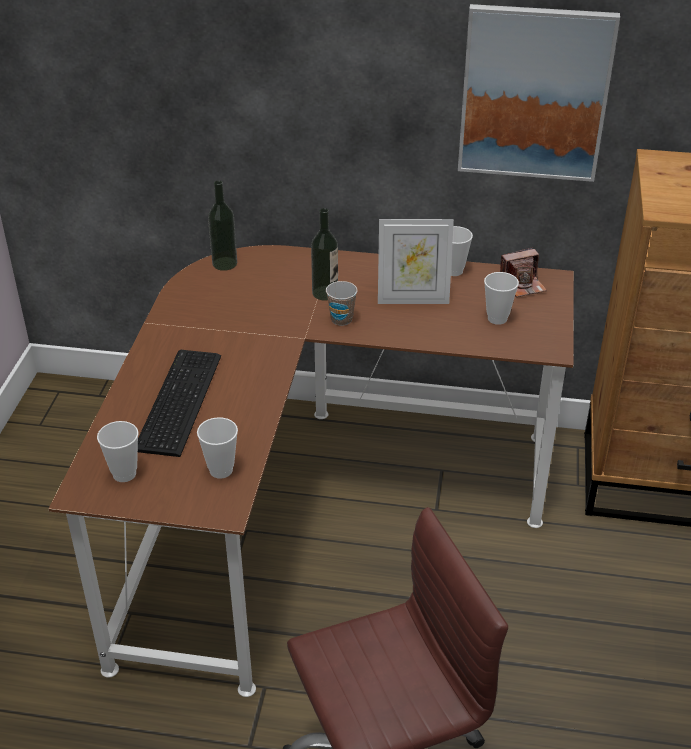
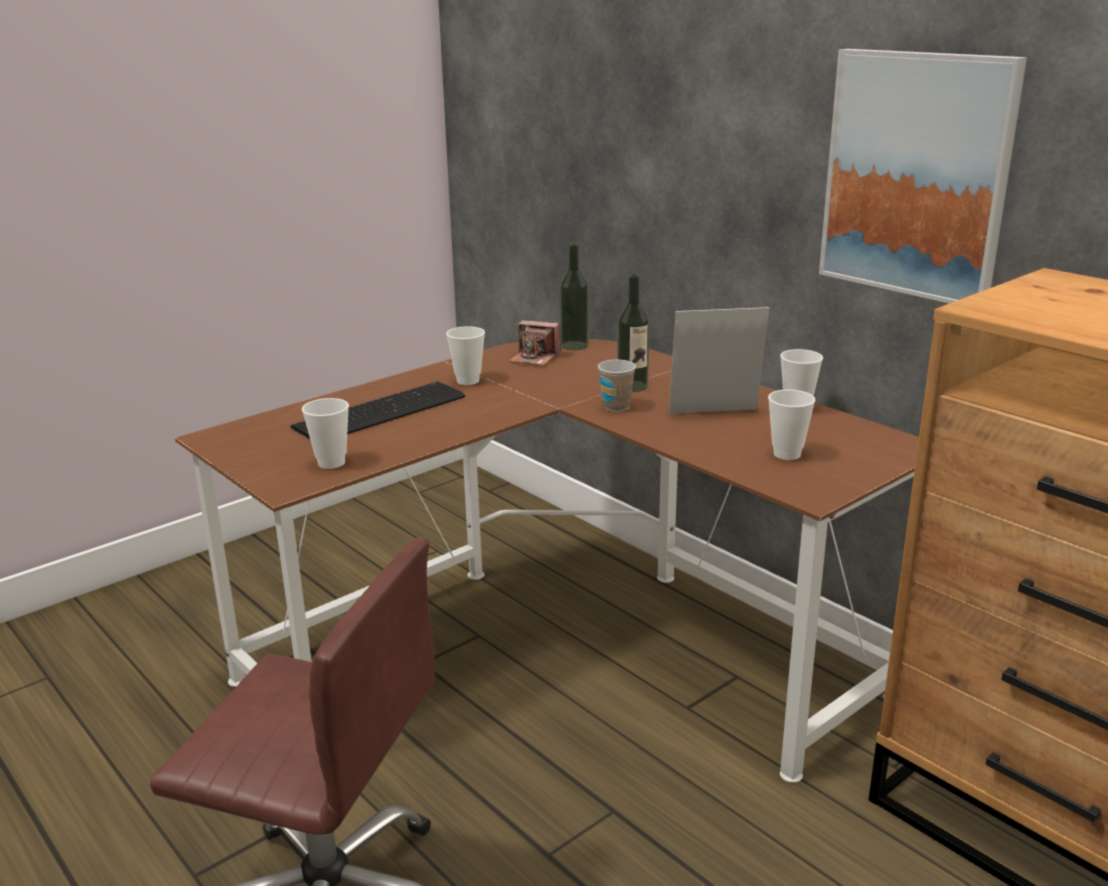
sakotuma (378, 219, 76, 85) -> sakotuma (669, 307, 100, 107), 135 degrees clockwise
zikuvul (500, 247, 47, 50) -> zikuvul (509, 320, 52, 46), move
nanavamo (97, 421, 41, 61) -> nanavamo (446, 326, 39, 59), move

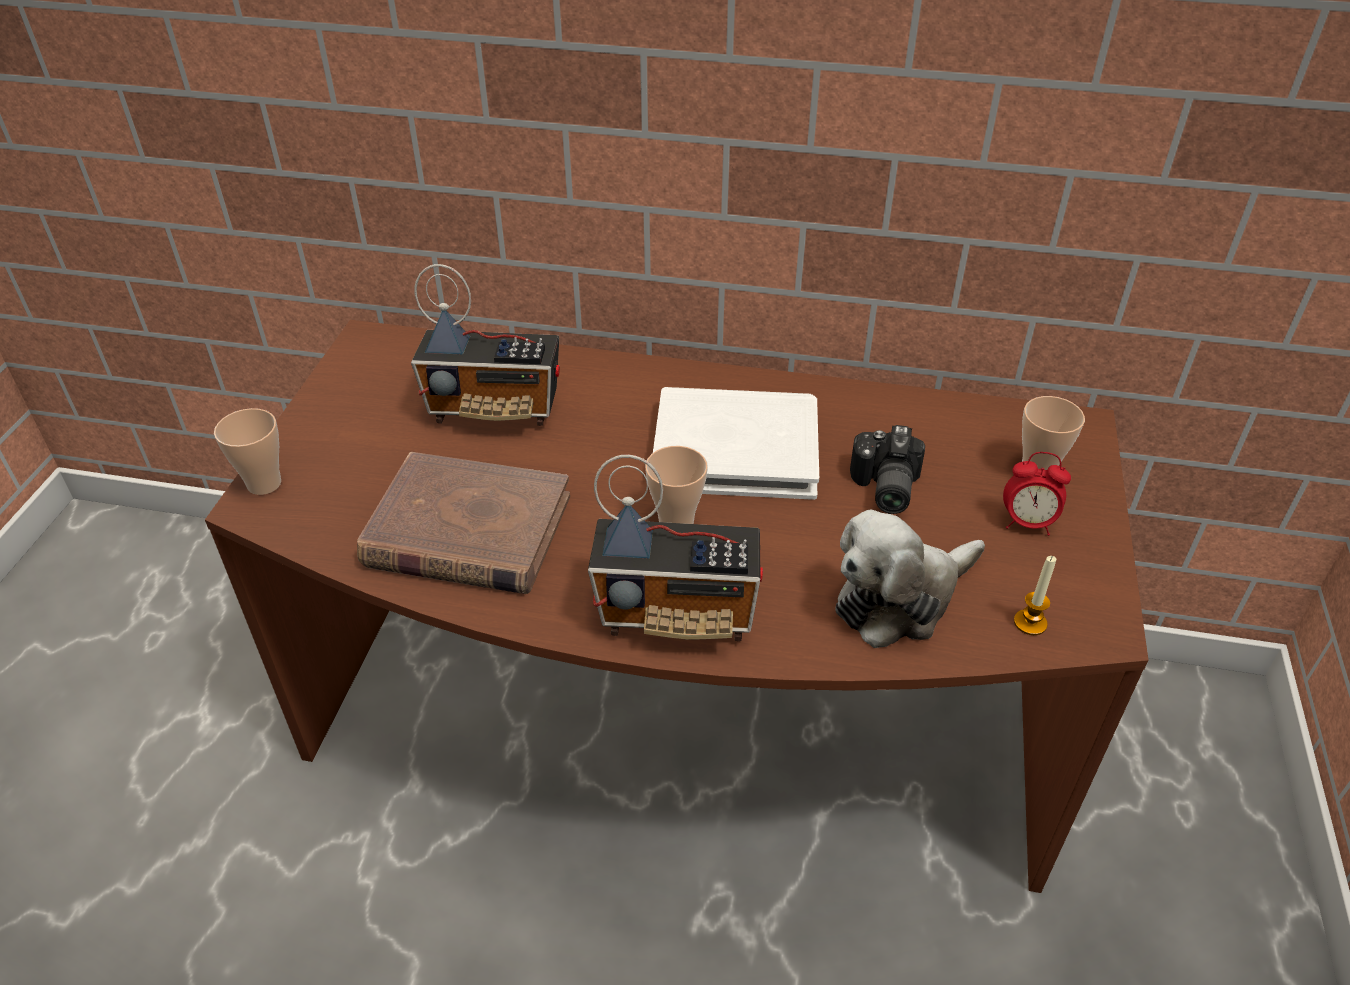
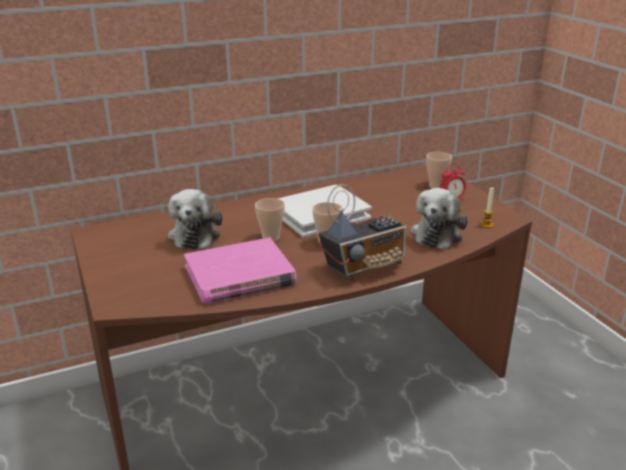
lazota (411, 264, 149, 162) -> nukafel (168, 189, 54, 60)
nanavamo (214, 408, 67, 87) -> nanavamo (255, 198, 30, 44), move
zikuvul (850, 425, 75, 89) -> none
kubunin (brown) (357, 452, 213, 142) -> kubunin (pink) (184, 237, 113, 67)

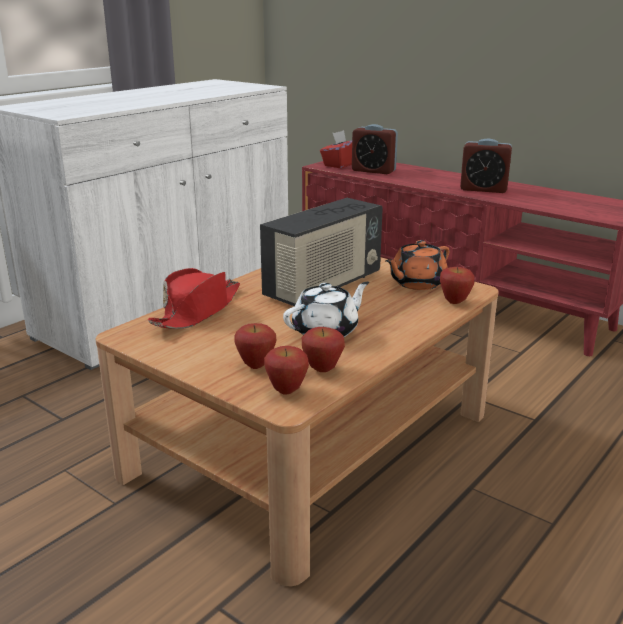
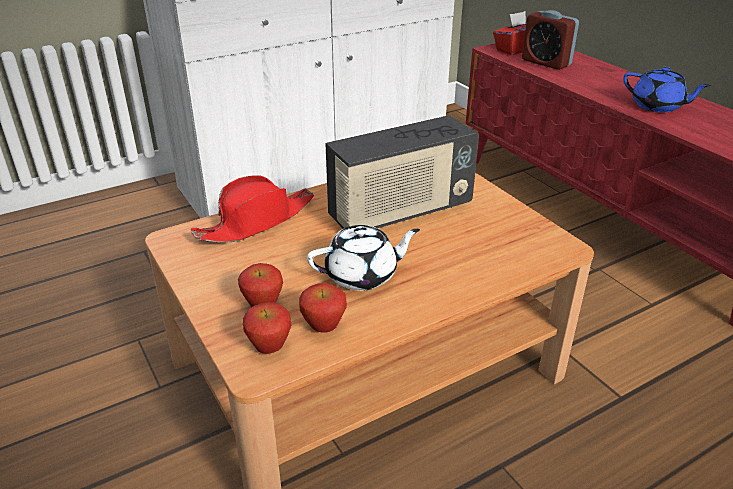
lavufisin (460, 139, 52, 54) -> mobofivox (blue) (623, 67, 88, 45)
mobofivox (orange) (385, 240, 65, 50) -> none
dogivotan (440, 267, 34, 37) -> none

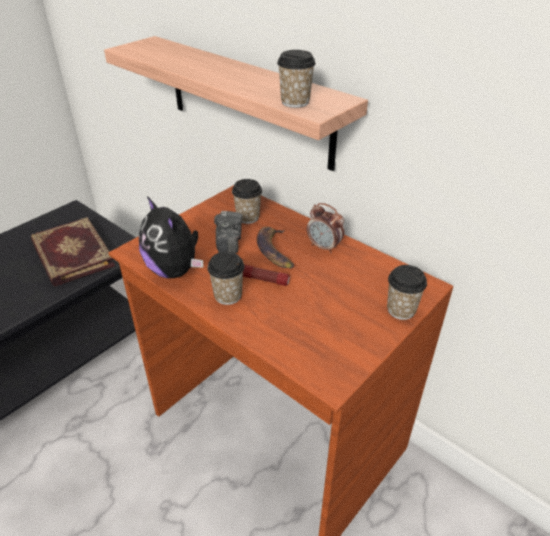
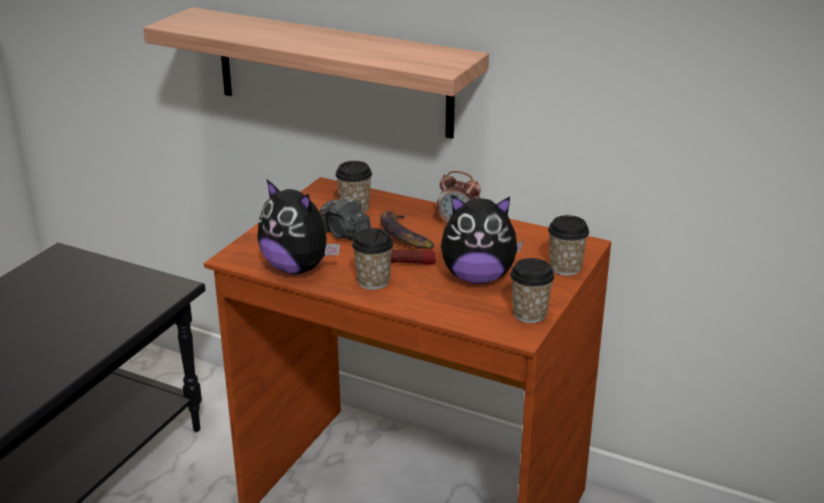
nanavamo (277, 50, 38, 58) -> nanavamo (510, 258, 44, 65), move
zikuvul (214, 211, 28, 42) -> zikuvul (319, 197, 52, 44), 150 degrees clockwise
kubunin (31, 217, 84, 69) -> none
none -> nukafel (441, 195, 82, 89)

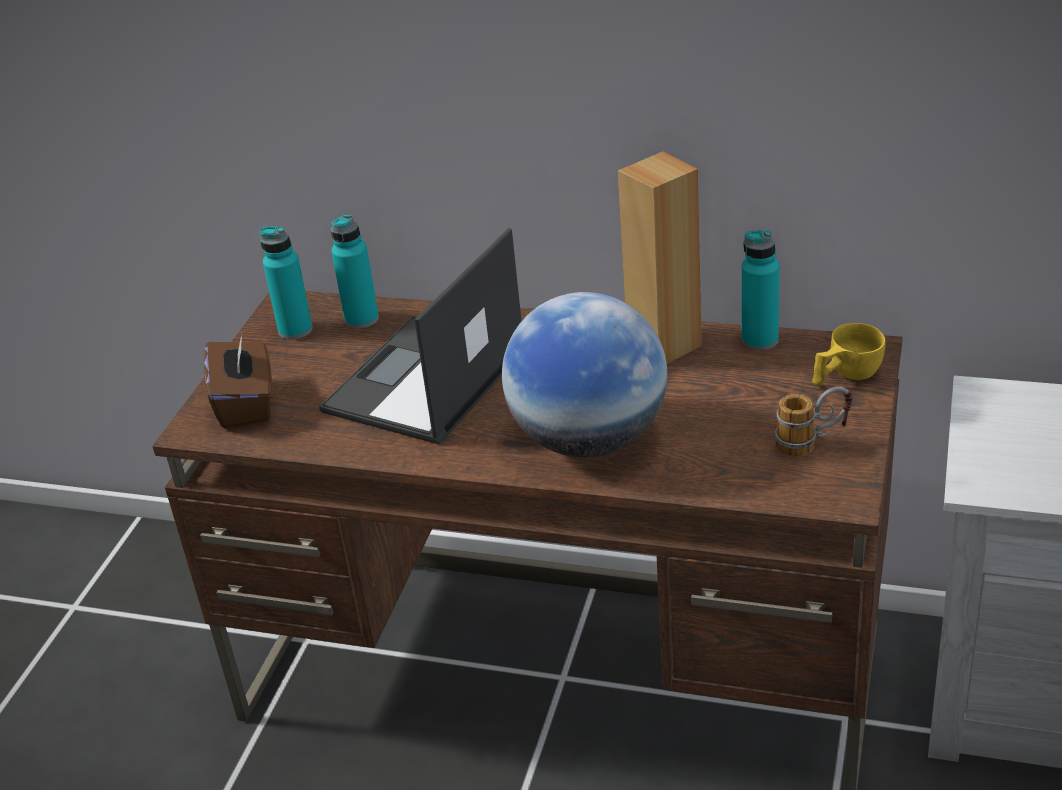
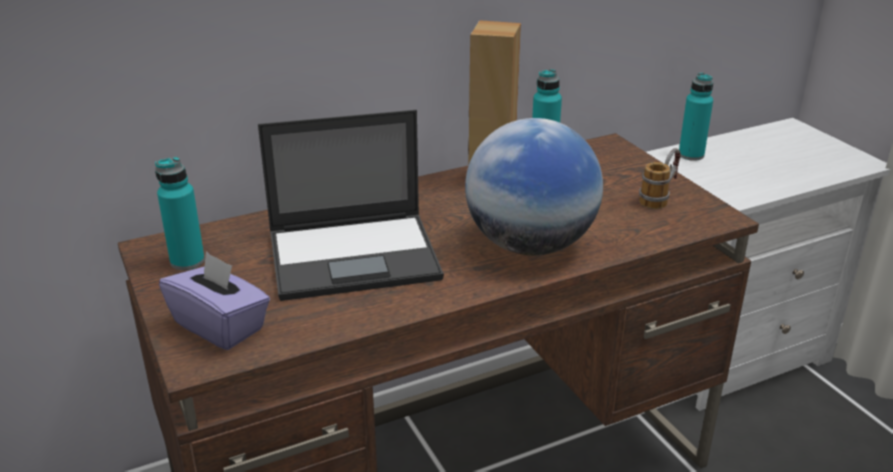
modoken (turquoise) (331, 214, 48, 115) -> modoken (turquoise) (679, 73, 34, 88), move
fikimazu (319, 228, 202, 217) -> fikimazu (258, 110, 186, 191), 90 degrees counterclockwise
nanavamo (yellow) (812, 323, 73, 62) -> none
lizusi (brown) (204, 330, 68, 99) -> lizusi (purple) (159, 251, 111, 99)

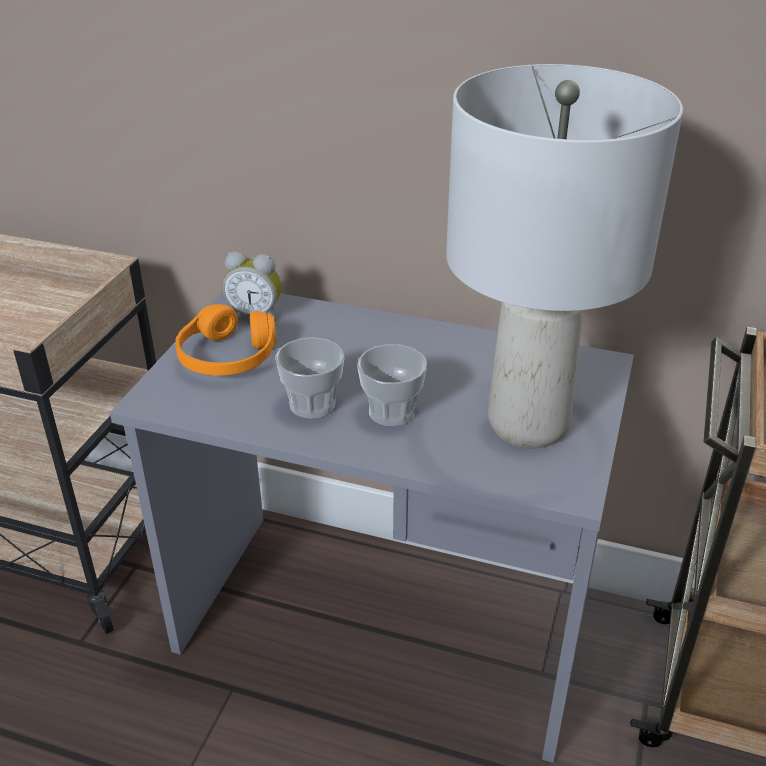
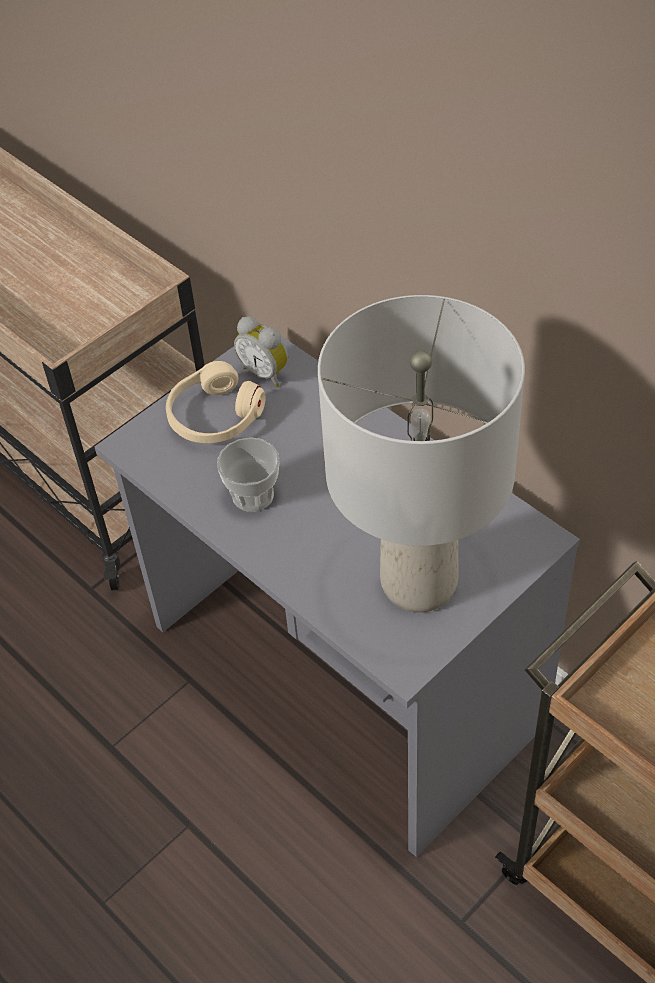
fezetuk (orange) (175, 304, 101, 71) -> fezetuk (beige) (166, 361, 100, 82)
nanavamo (357, 344, 70, 82) -> none

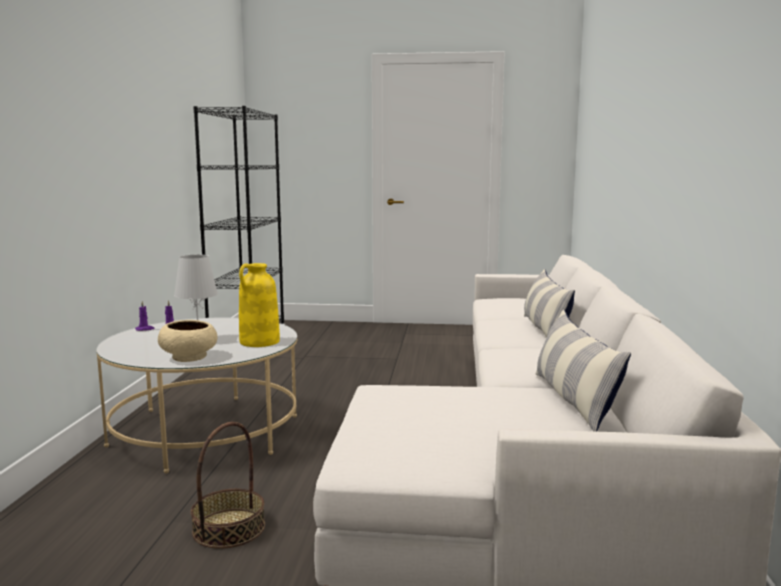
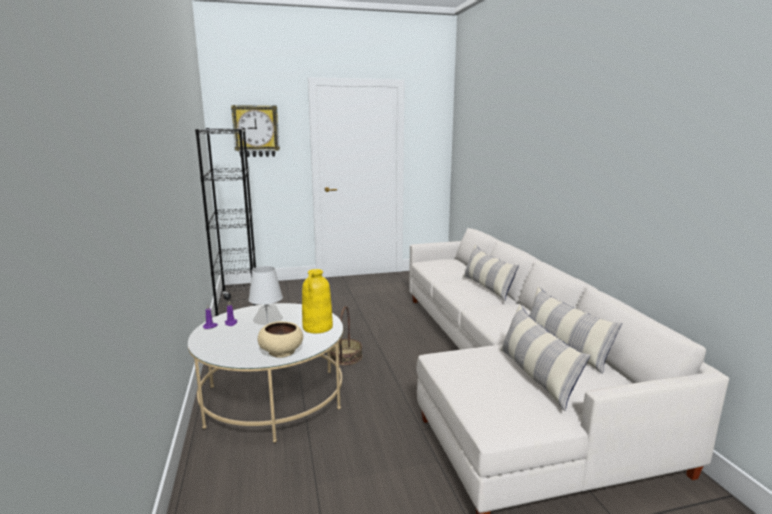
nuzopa (191, 422, 74, 127) -> nuzopa (330, 306, 32, 59), move
none -> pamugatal (231, 105, 49, 52)
none -> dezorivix (500, 304, 90, 107)

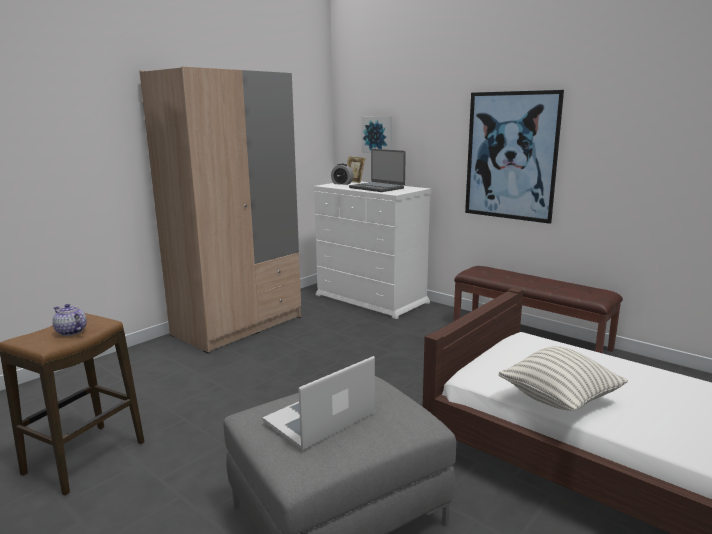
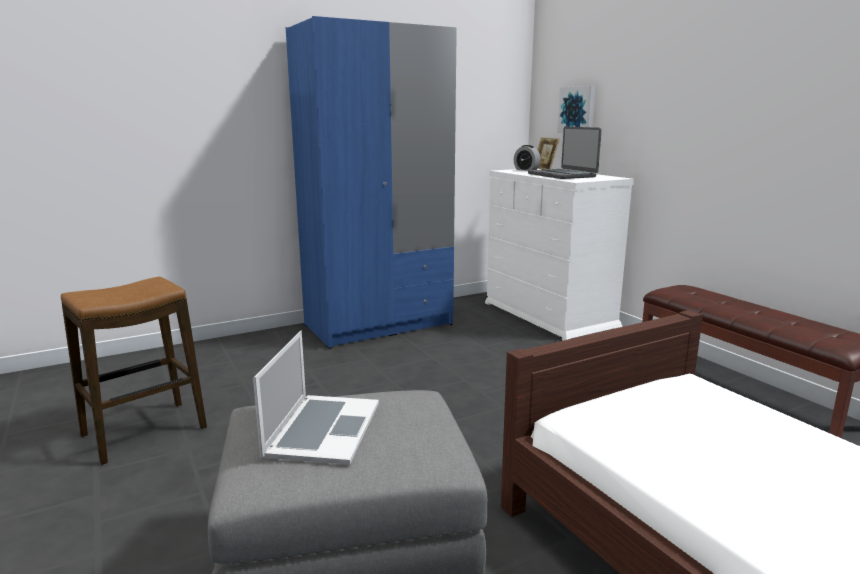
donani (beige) (139, 66, 162, 288) -> donani (blue) (286, 16, 171, 333)
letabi (465, 90, 99, 134) -> none
mobofivox (52, 304, 35, 32) -> none
dezorivix (499, 346, 129, 65) -> none
fikimazu (262, 356, 113, 94) -> fikimazu (253, 331, 126, 134), 120 degrees clockwise

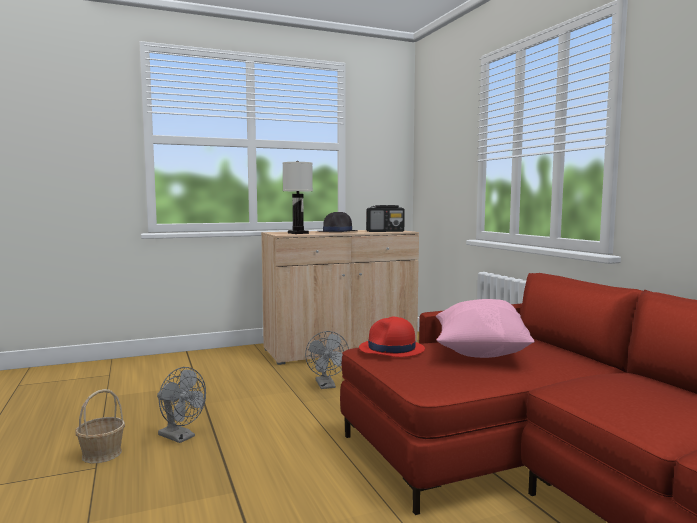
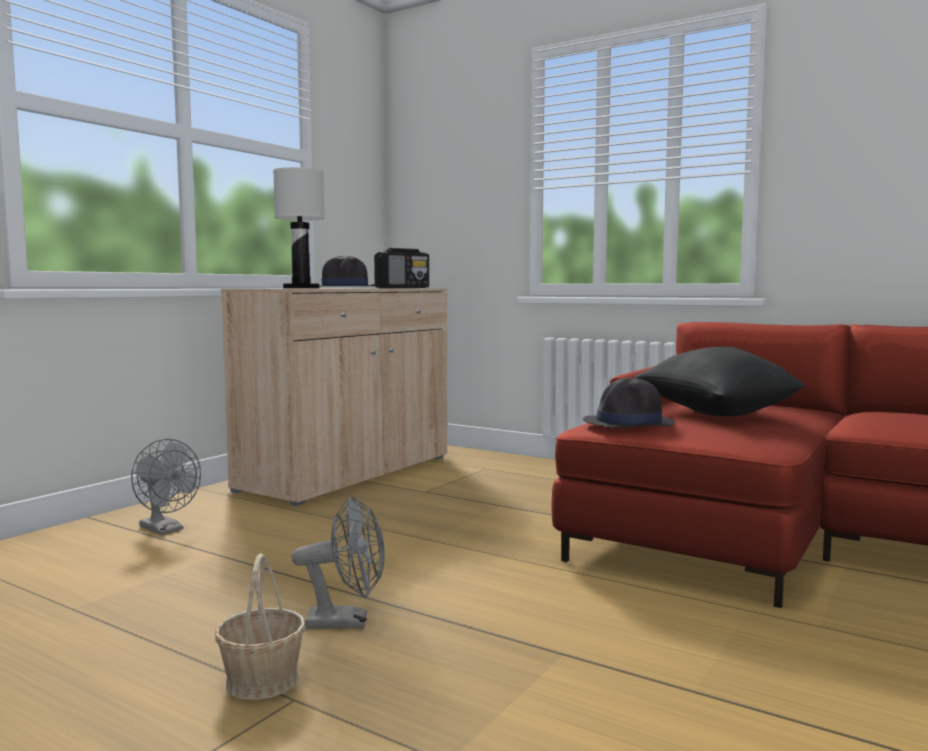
dezorivix (pink) (436, 299, 99, 59) -> dezorivix (black) (634, 347, 172, 69)
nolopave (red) (359, 317, 66, 40) -> nolopave (black) (583, 378, 92, 50)
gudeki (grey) (305, 331, 44, 58) -> gudeki (grey) (131, 439, 70, 96), move

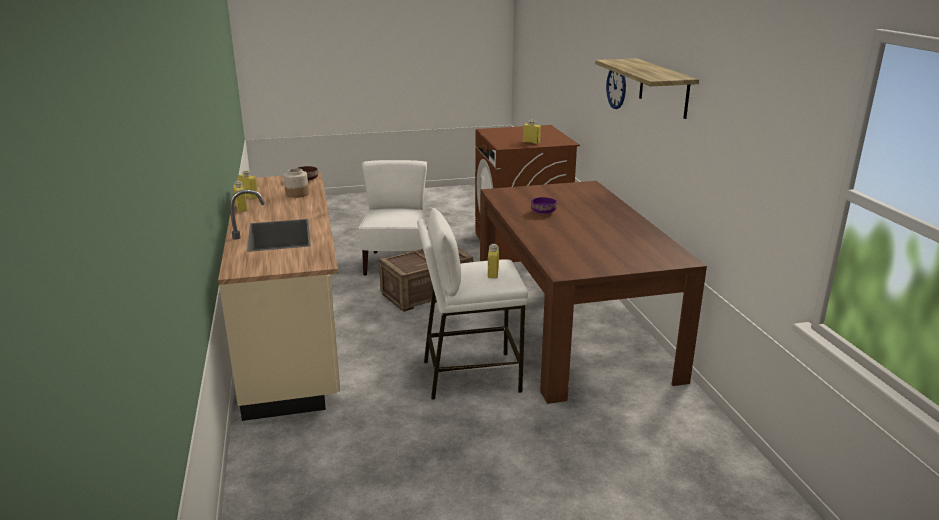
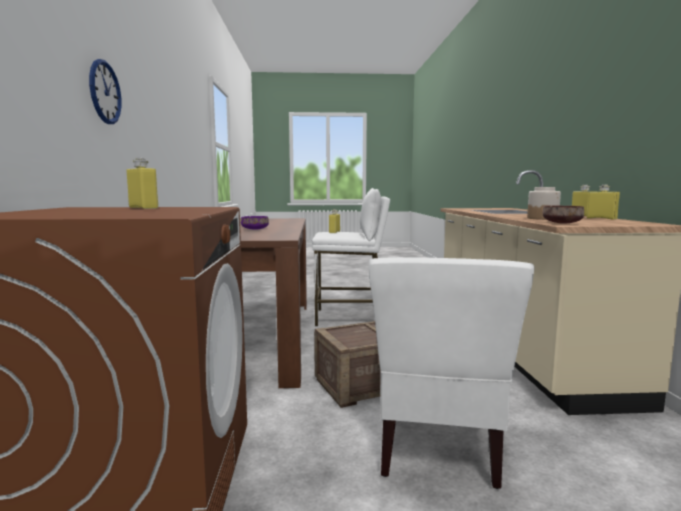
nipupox (595, 58, 104, 61) -> none

